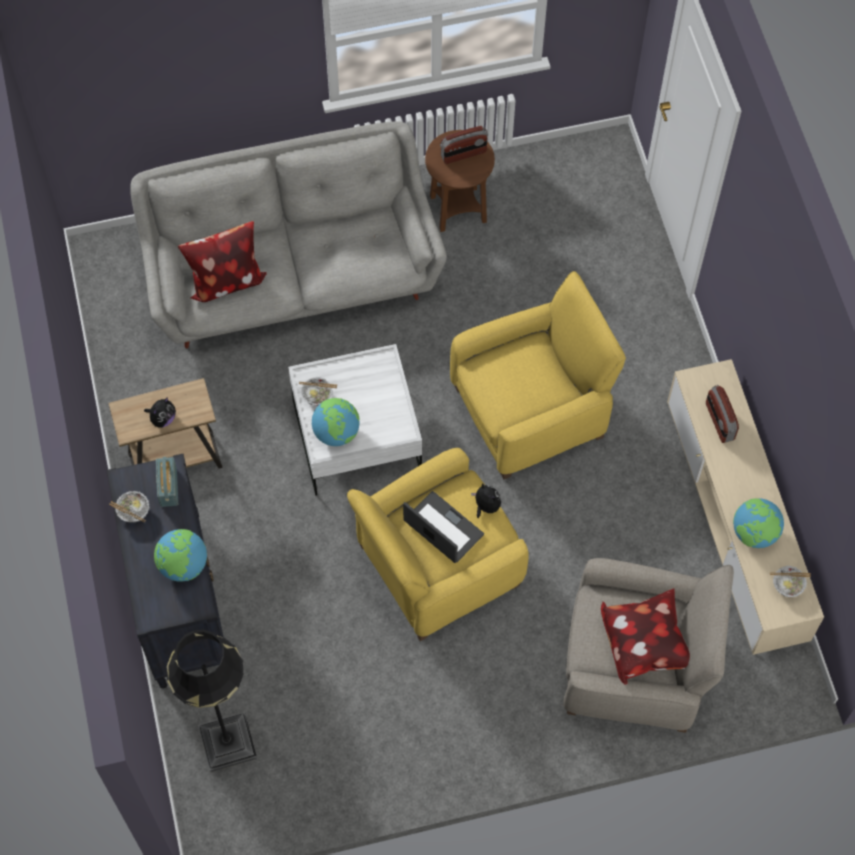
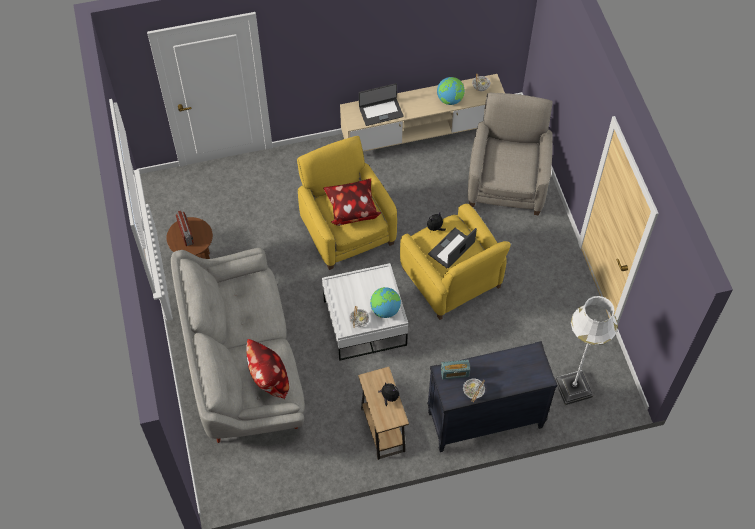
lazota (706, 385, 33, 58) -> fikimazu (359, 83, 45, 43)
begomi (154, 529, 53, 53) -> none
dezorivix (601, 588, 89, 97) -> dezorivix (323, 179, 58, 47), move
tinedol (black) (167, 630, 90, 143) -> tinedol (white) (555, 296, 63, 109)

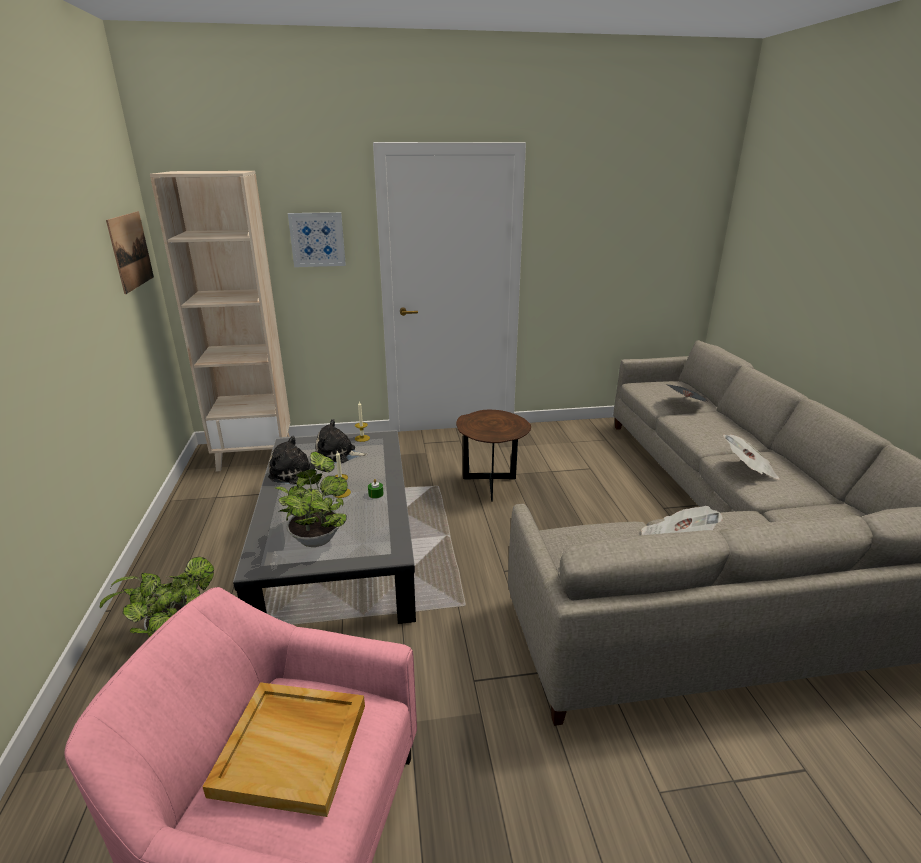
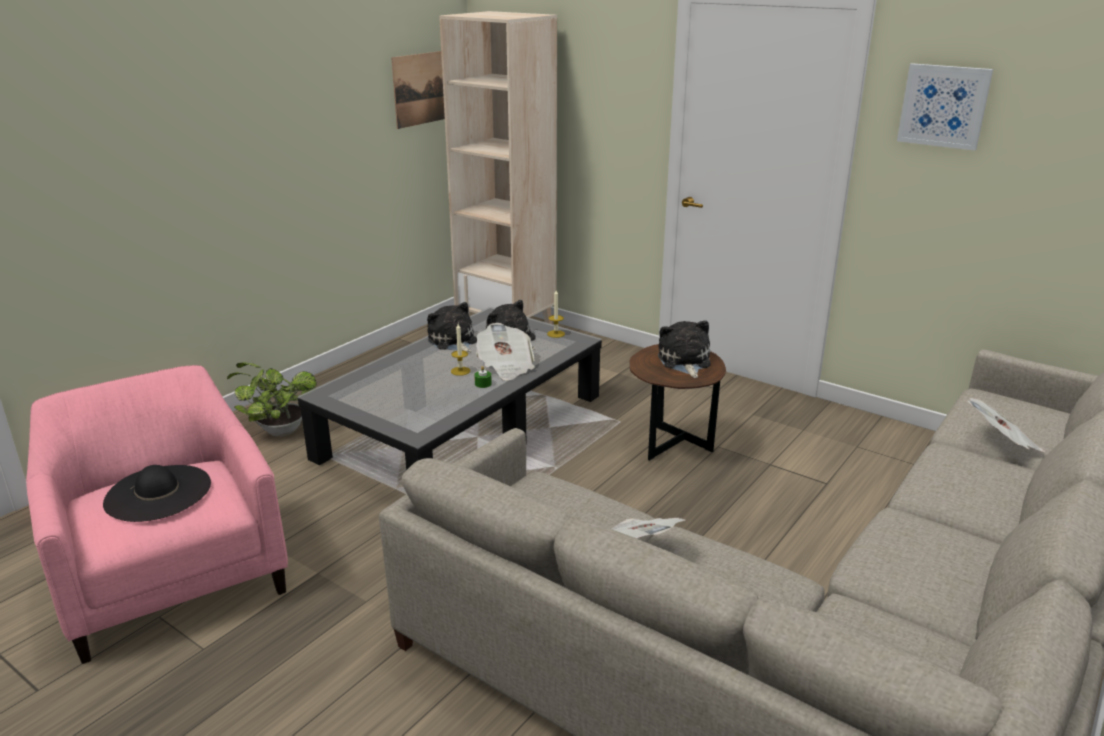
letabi (288, 212, 58, 55) -> letabi (897, 63, 96, 88), move
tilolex (723, 434, 56, 45) -> tilolex (476, 323, 59, 58), move
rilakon (276, 452, 72, 95) -> none
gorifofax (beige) (202, 682, 163, 135) -> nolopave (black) (103, 465, 108, 57)
none -> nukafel (658, 320, 53, 58)

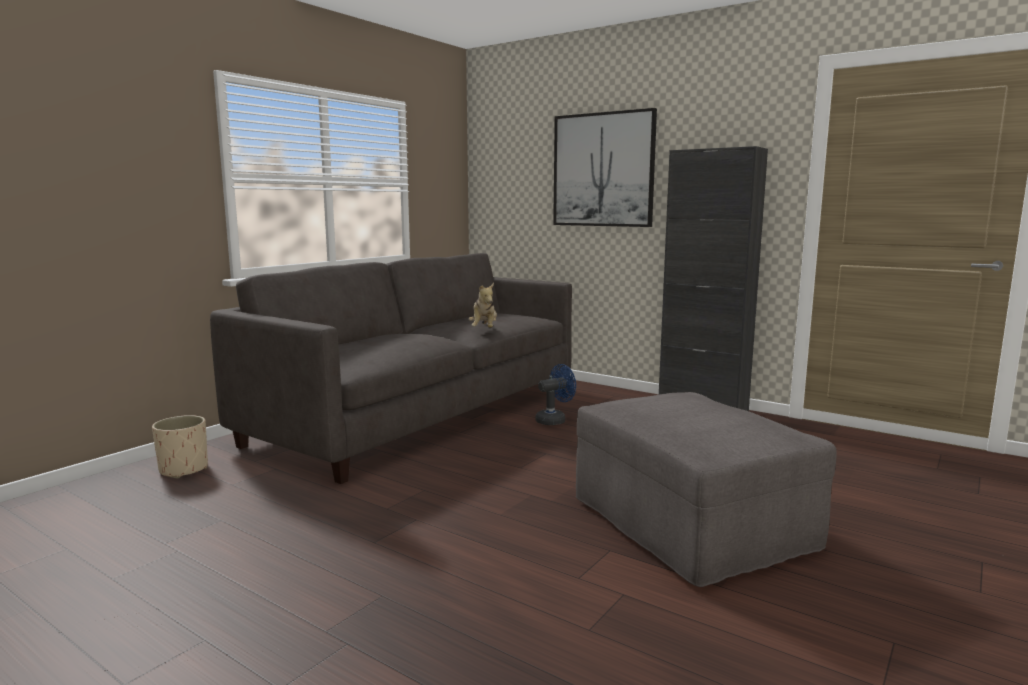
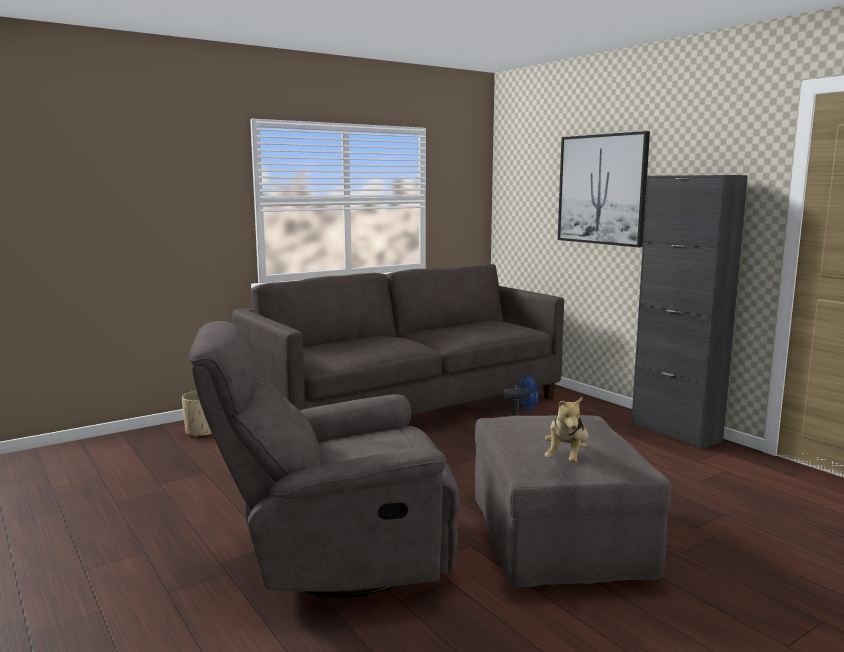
nukafel (469, 283, 28, 44) -> nukafel (545, 397, 43, 66), move
none -> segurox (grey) (189, 321, 270, 277)

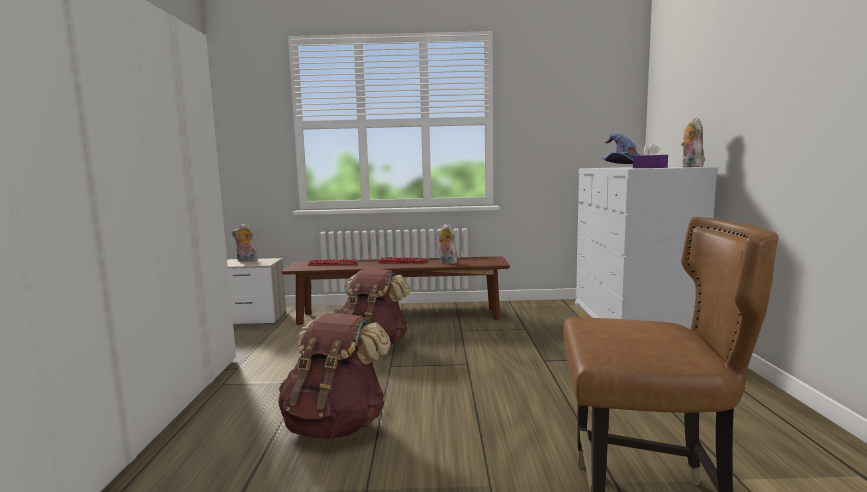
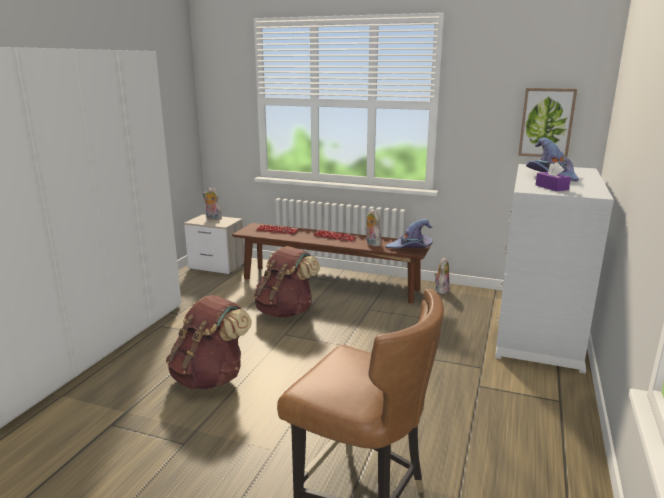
nukafel (681, 117, 23, 50) -> nukafel (434, 257, 16, 37), move
none -> letabi (518, 88, 59, 69)
none -> nolopave (purple) (385, 219, 48, 30)

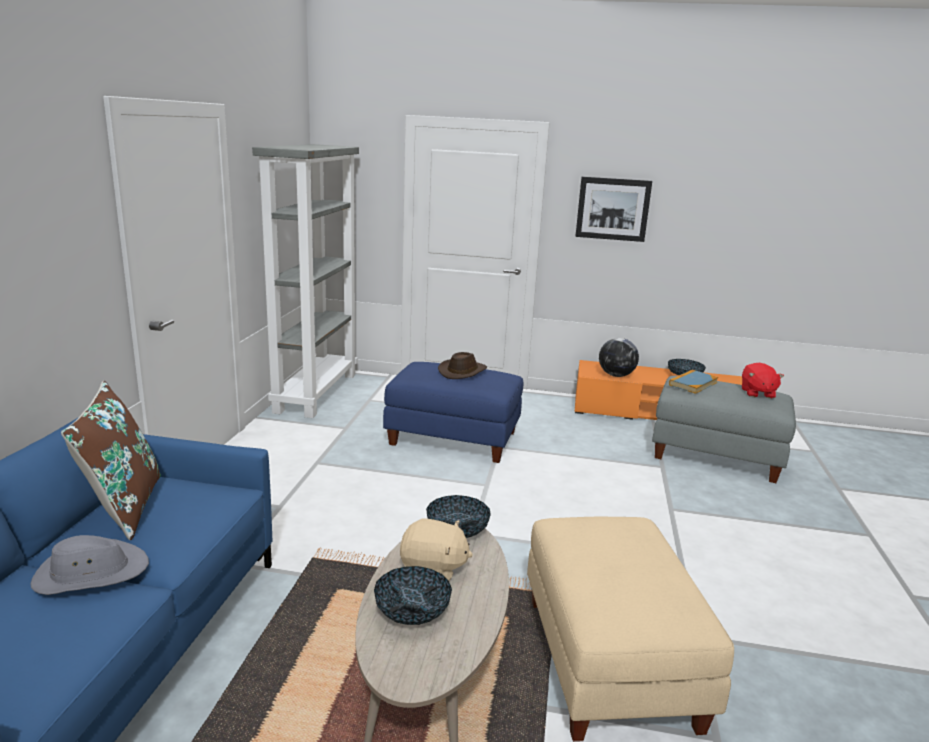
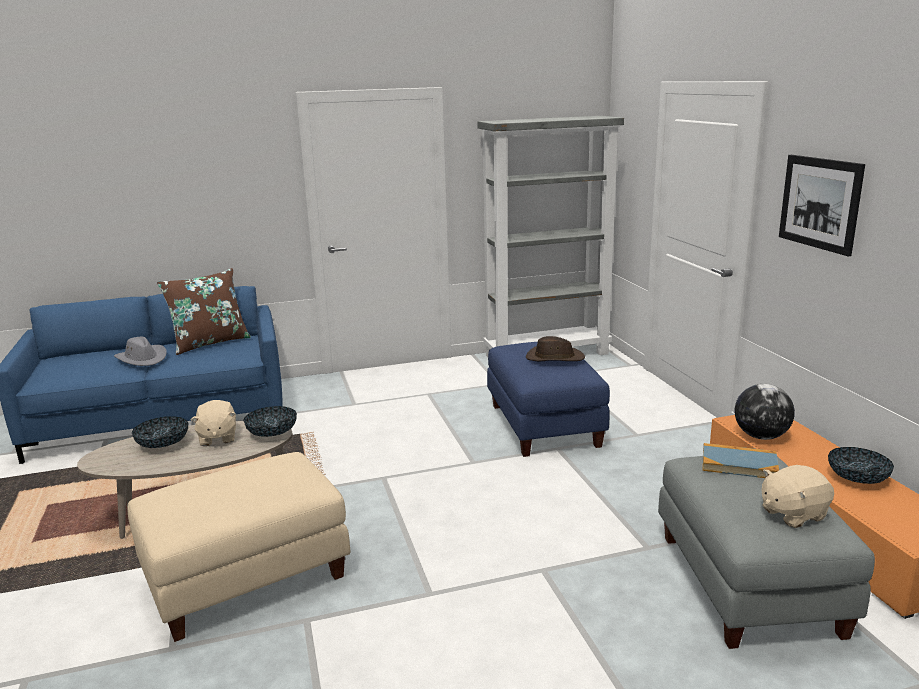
nukafel (red) (742, 363, 42, 36) -> nukafel (beige) (762, 465, 72, 63)

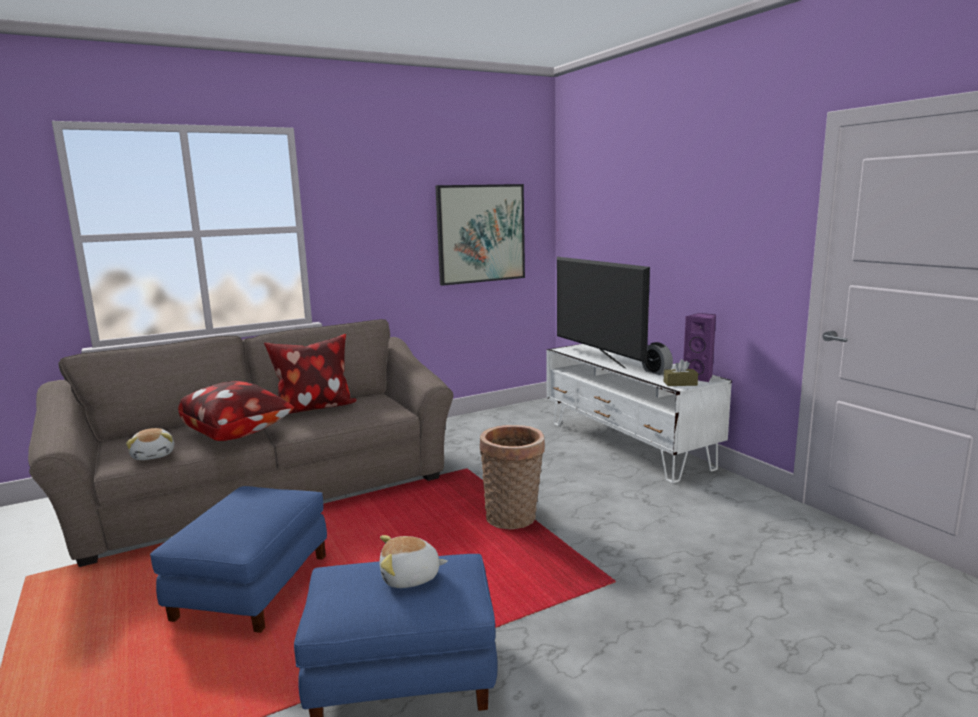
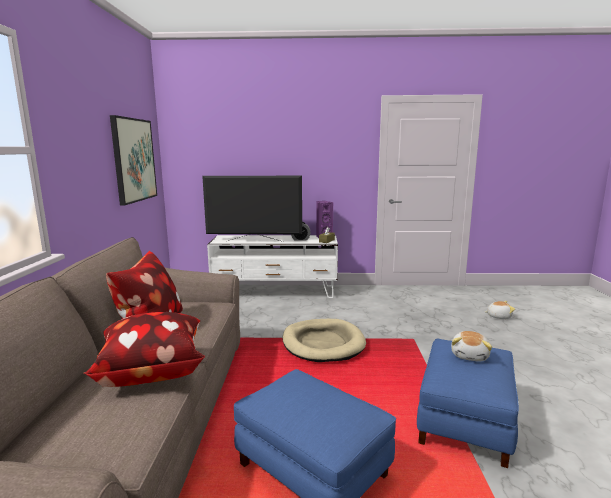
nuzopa (480, 425, 65, 104) -> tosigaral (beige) (283, 319, 83, 43)
nukafel (126, 428, 48, 32) -> nukafel (484, 301, 31, 18), move

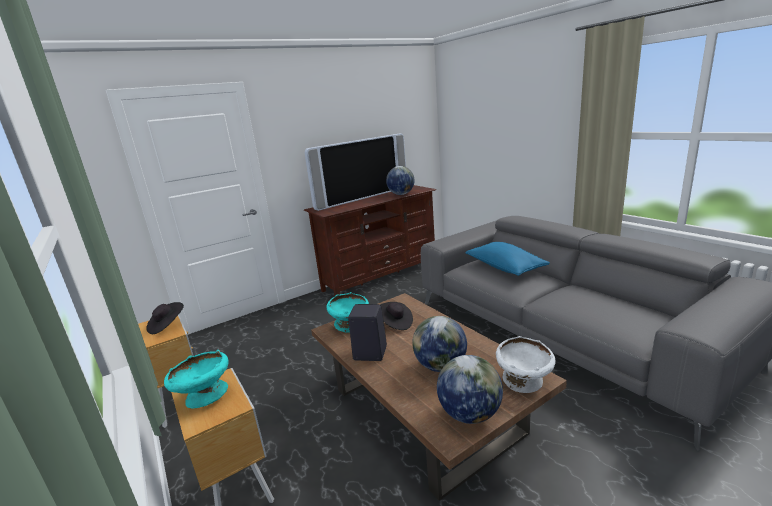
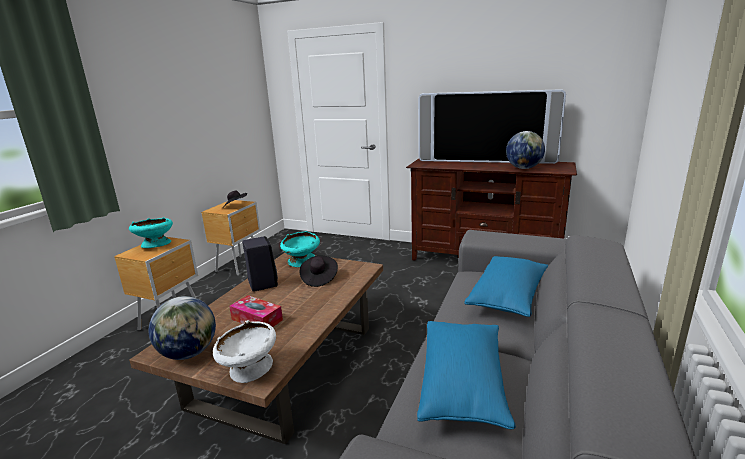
begomi (412, 316, 55, 56) -> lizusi (229, 295, 54, 32)
none -> dezorivix (blue) (417, 321, 99, 108)

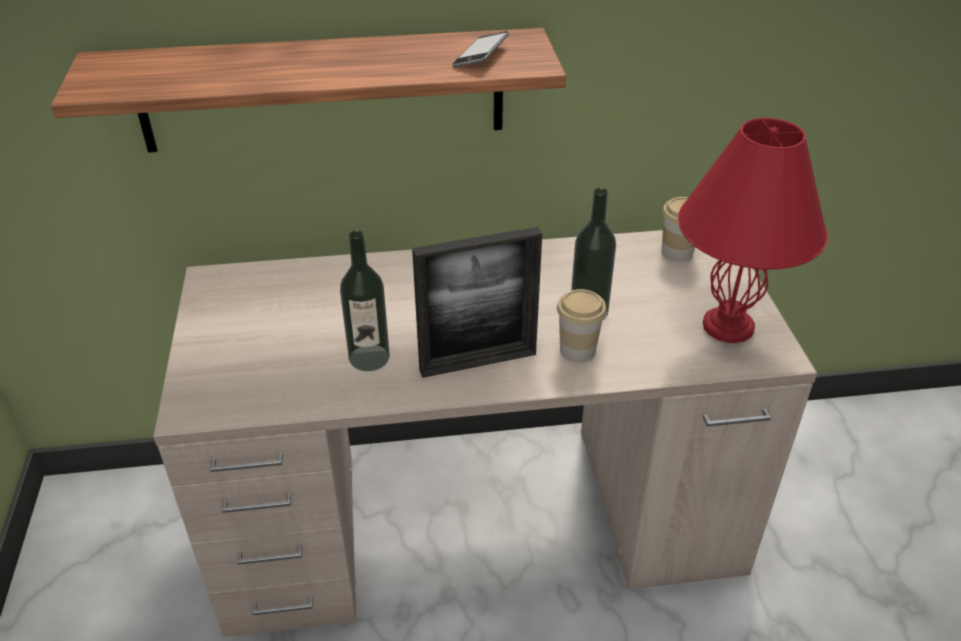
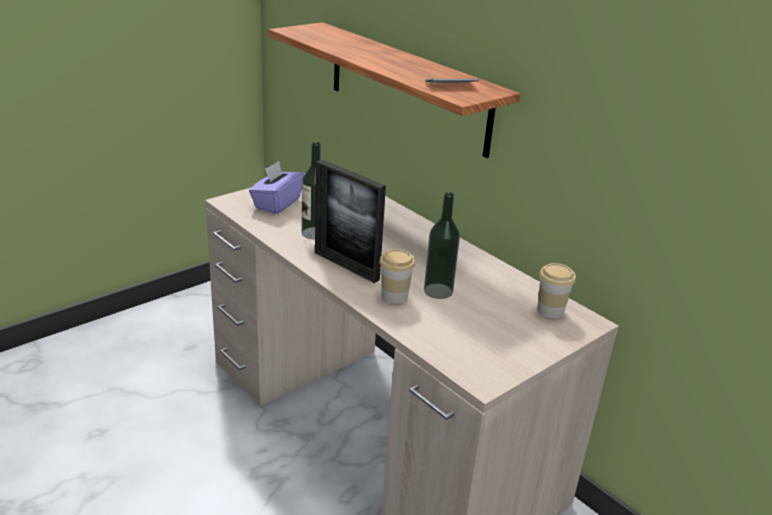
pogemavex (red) (678, 118, 150, 225) -> none
none -> lizusi (purple) (249, 161, 55, 53)

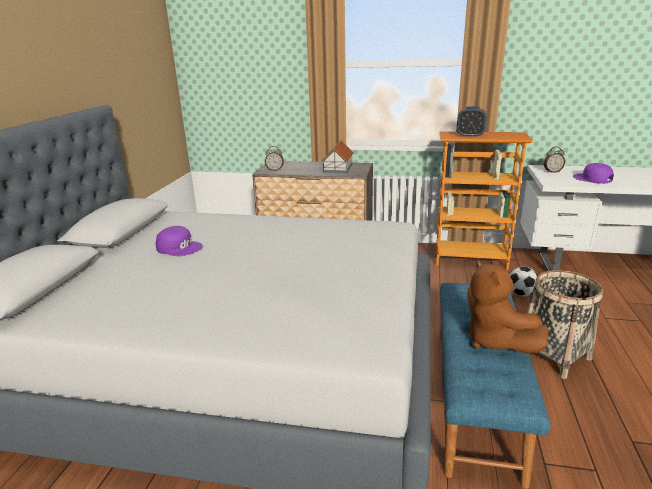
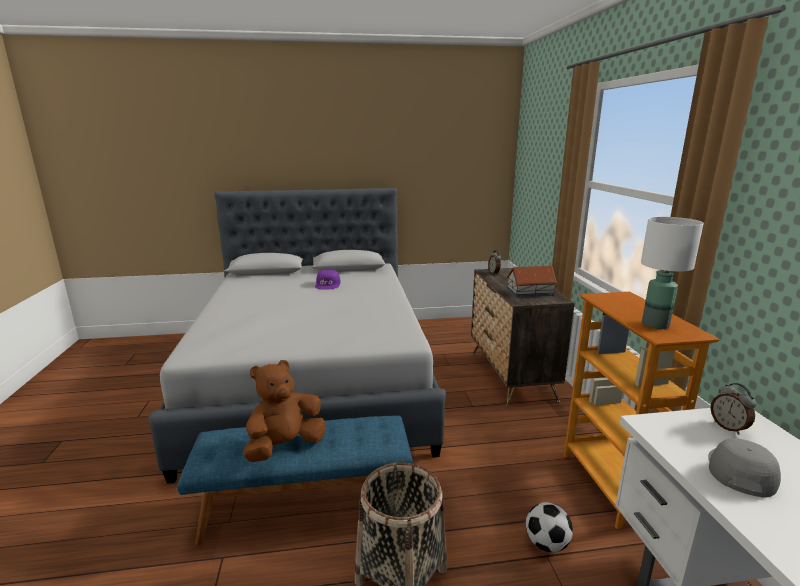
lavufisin (457, 107, 29, 30) -> none
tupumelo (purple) (573, 163, 41, 21) -> tupumelo (grey) (708, 438, 73, 60)
none -> pogemavex (white) (641, 217, 63, 112)

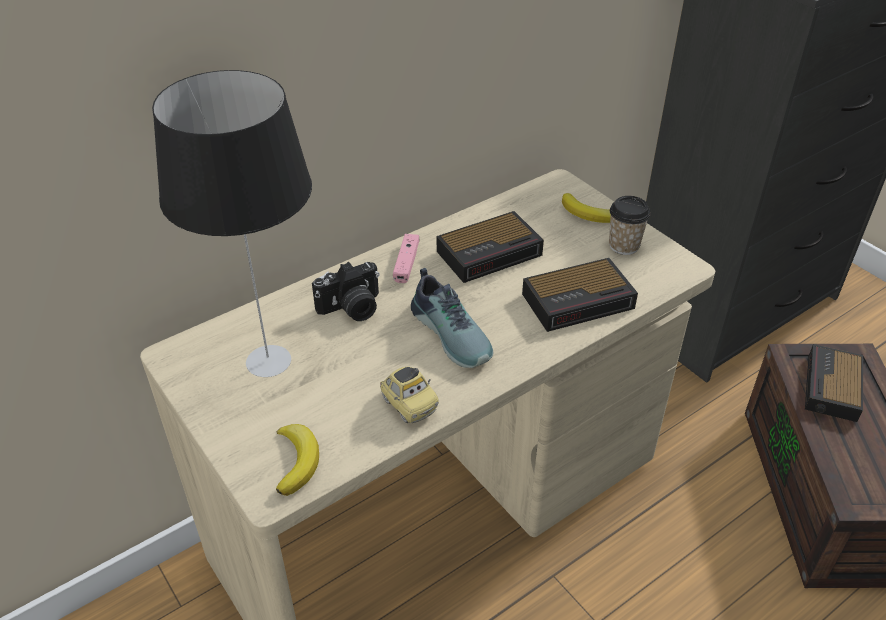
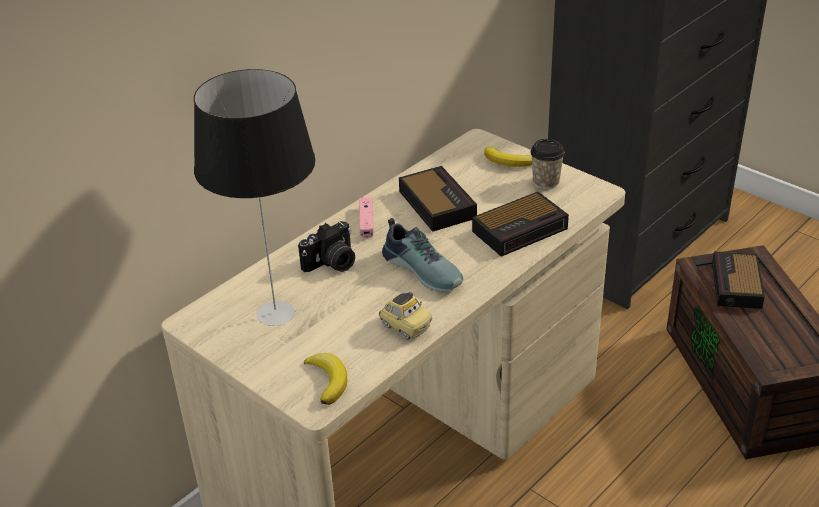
lavufisin (437, 211, 107, 72) -> lavufisin (399, 166, 78, 66), 75 degrees counterclockwise

